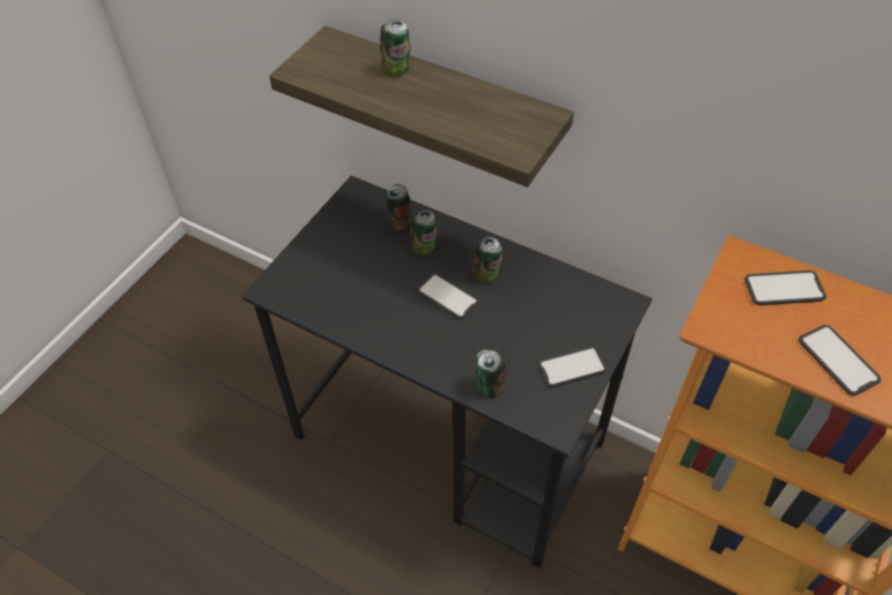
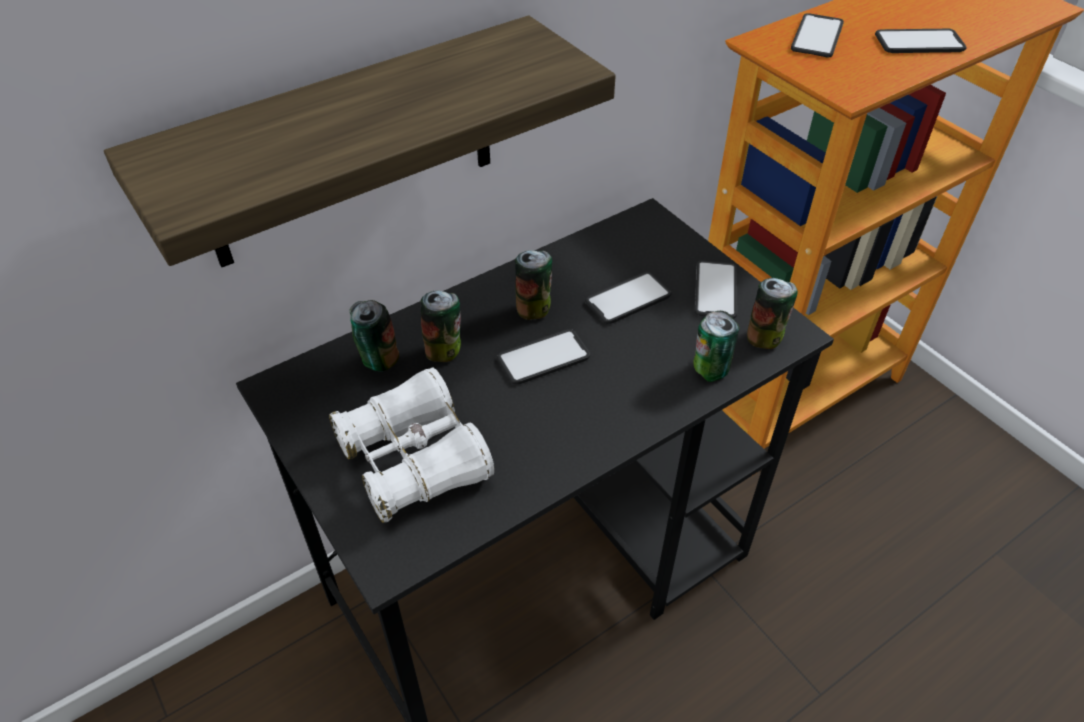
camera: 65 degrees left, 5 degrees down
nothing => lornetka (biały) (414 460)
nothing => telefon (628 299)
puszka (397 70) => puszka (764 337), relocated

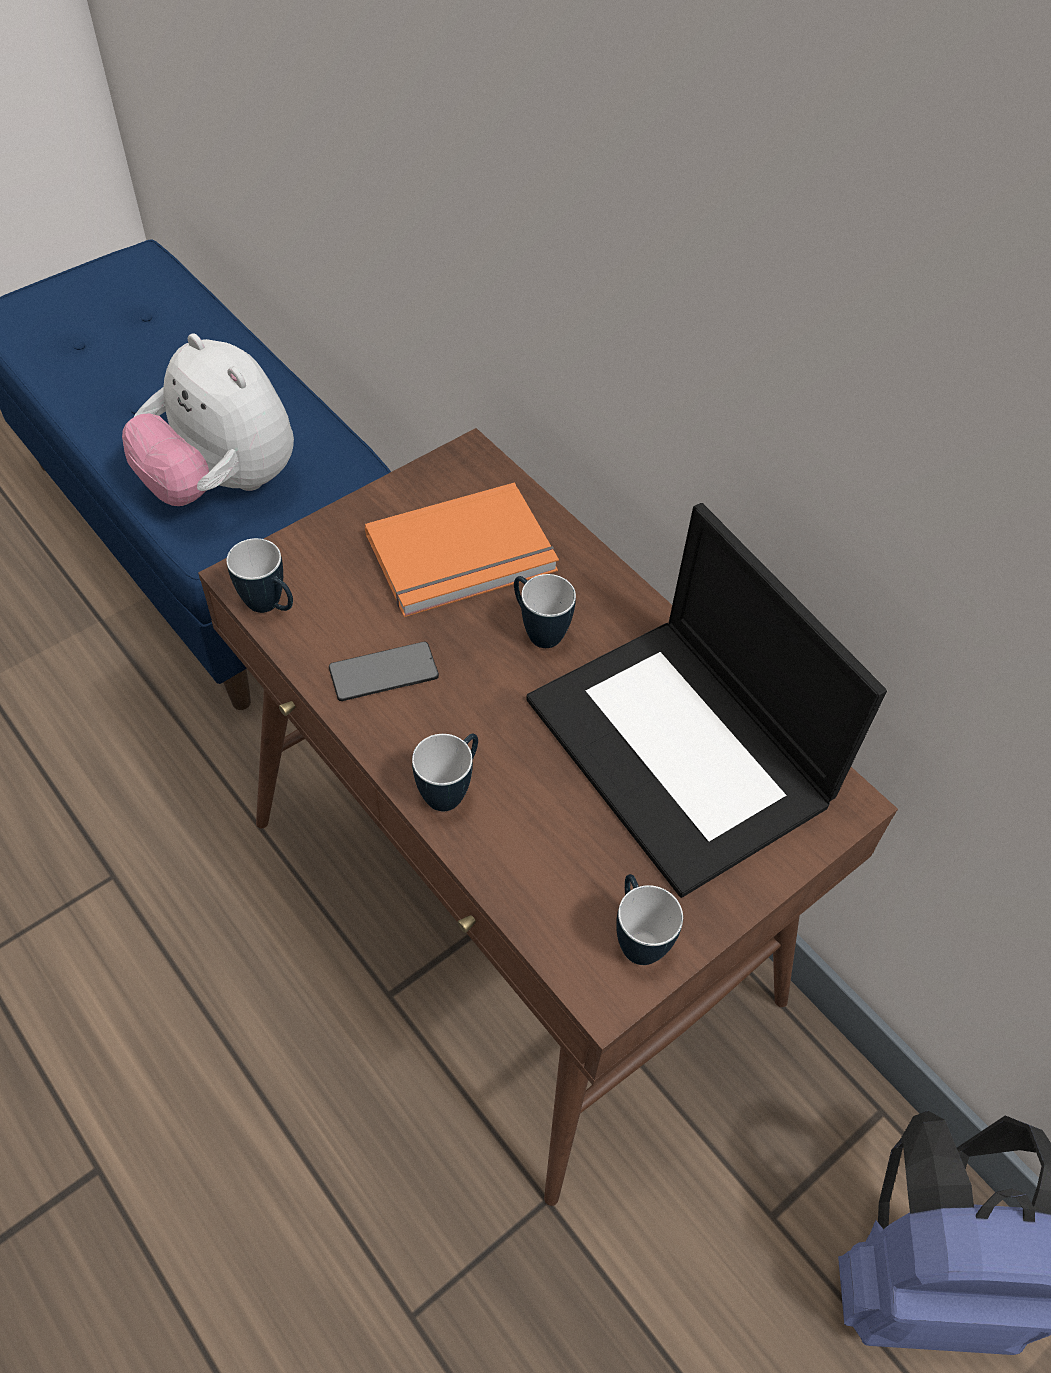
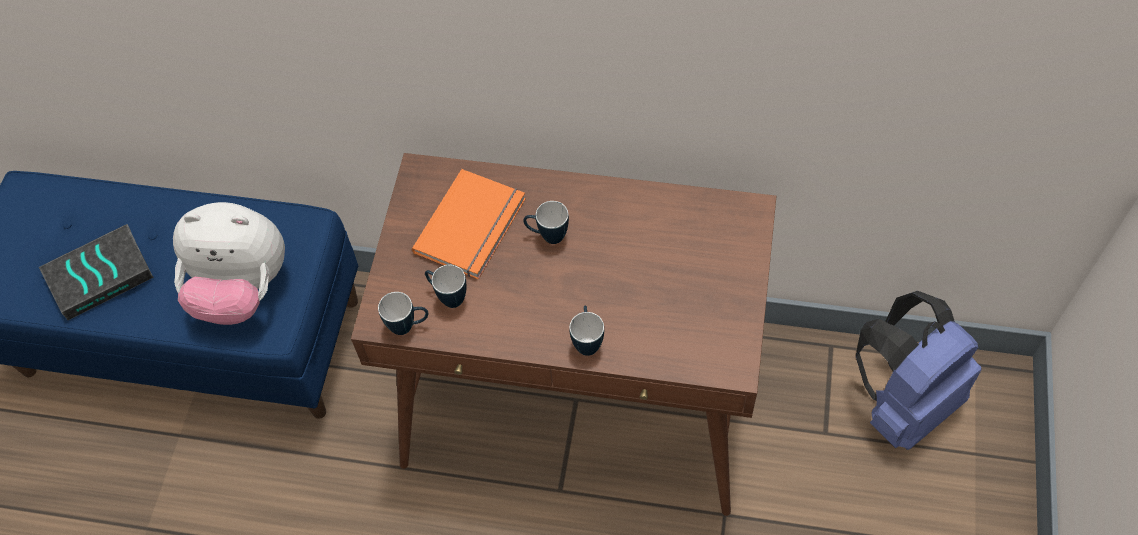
camera: 35 degrees left, 5 degrees up
nothing => książka (101 274)
kubek (636 937) => kubek (447 297), relocated
telefon (384 673) => nothing
laptop (682 752) => nothing

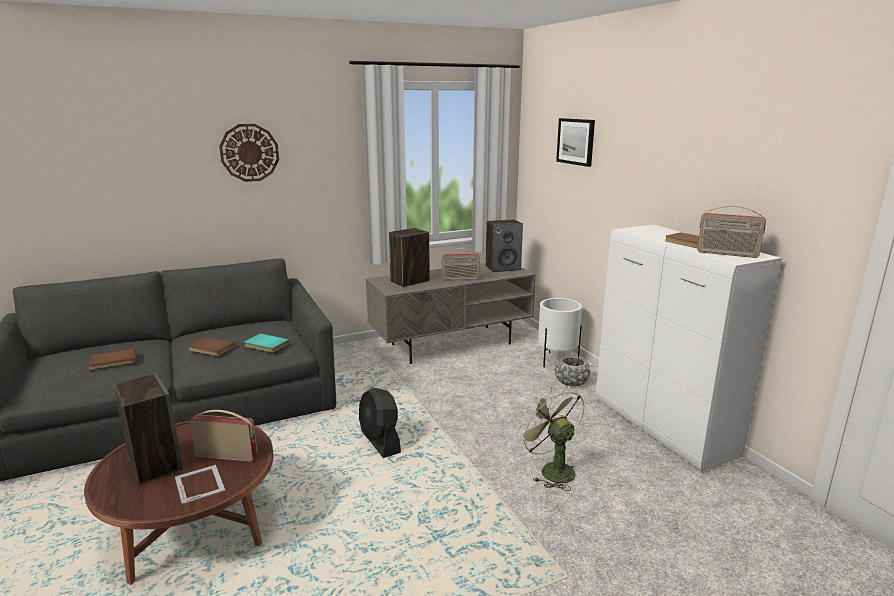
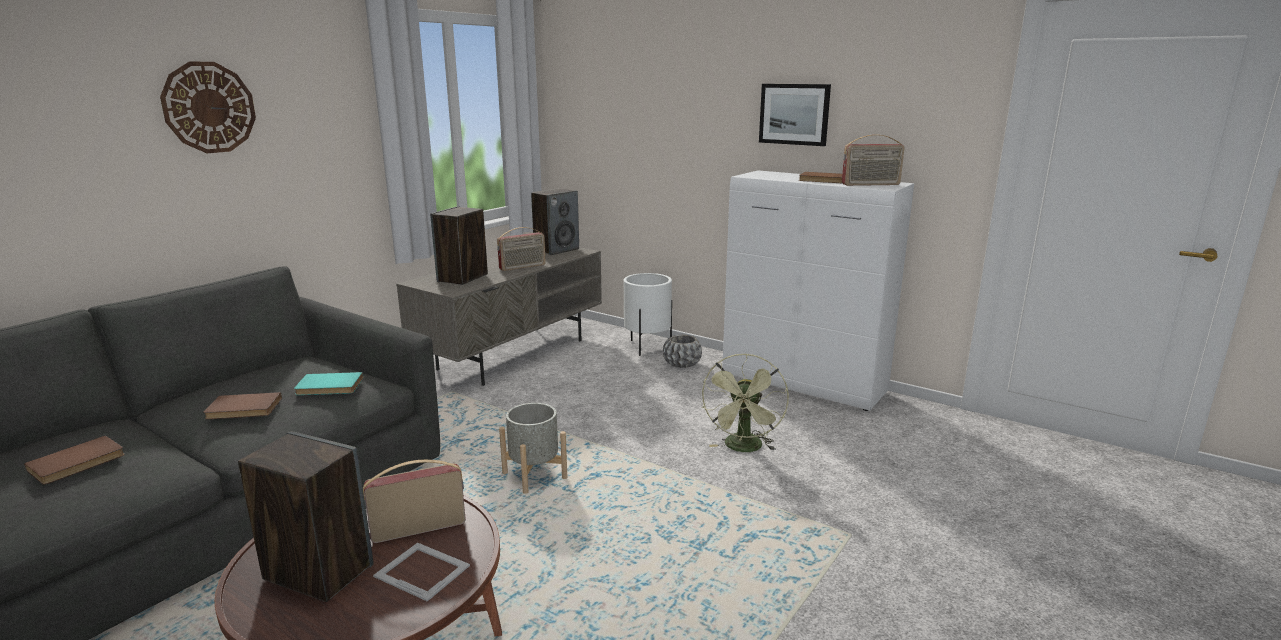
camera: 30 degrees left, 0 degrees up
wentylator (czarny) (380 442) => donica (szary) (534 476)
wentylator (zielony) (551 469) => wentylator (zielony) (744 448), 105 degrees counterclockwise
obraz (576 141) => obraz (794 114), relocated

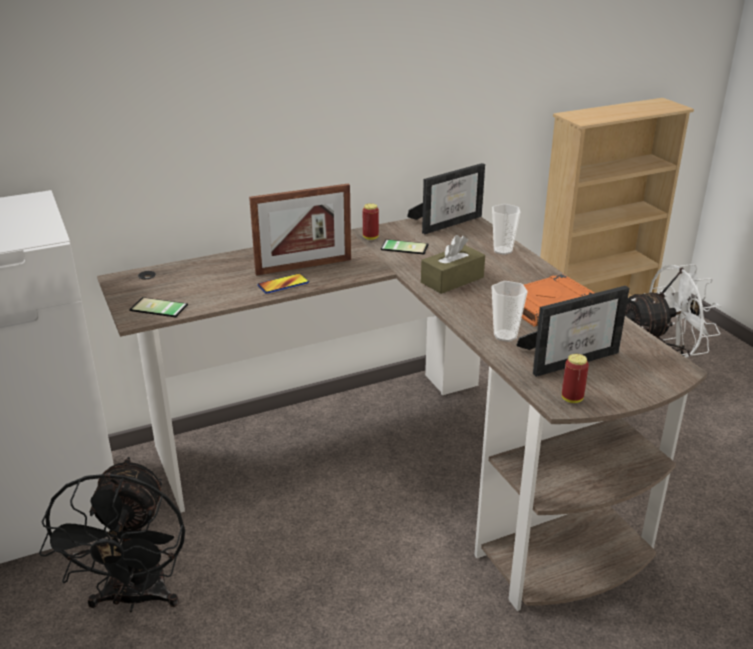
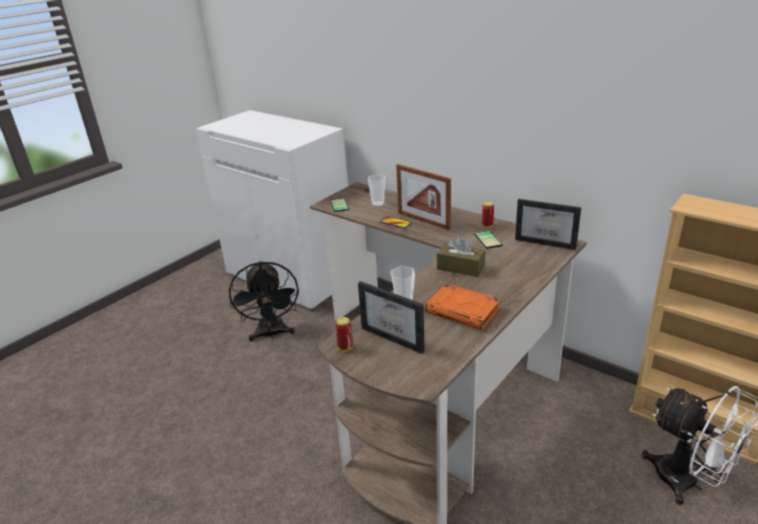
camera: 65 degrees right, 0 degrees up
wentylator (czarny) (135 599) => wentylator (czarny) (271 334), 75 degrees counterclockwise
filiżanka (502 250) => filiżanka (378 204), relocated

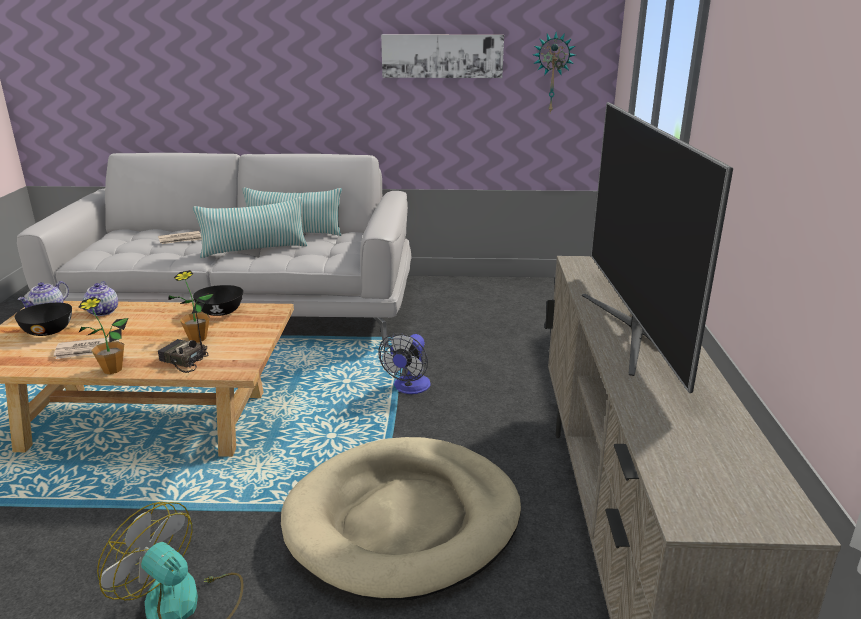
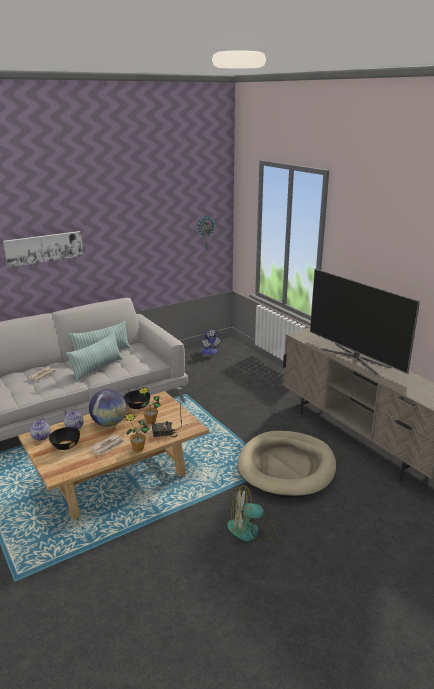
camera: 35 degrees left, 0 degrees up
obraz (442 56) => obraz (44 248), relocated
nothing => globus (109 423)
wentylator (409 388) => wentylator (210 352), relocated

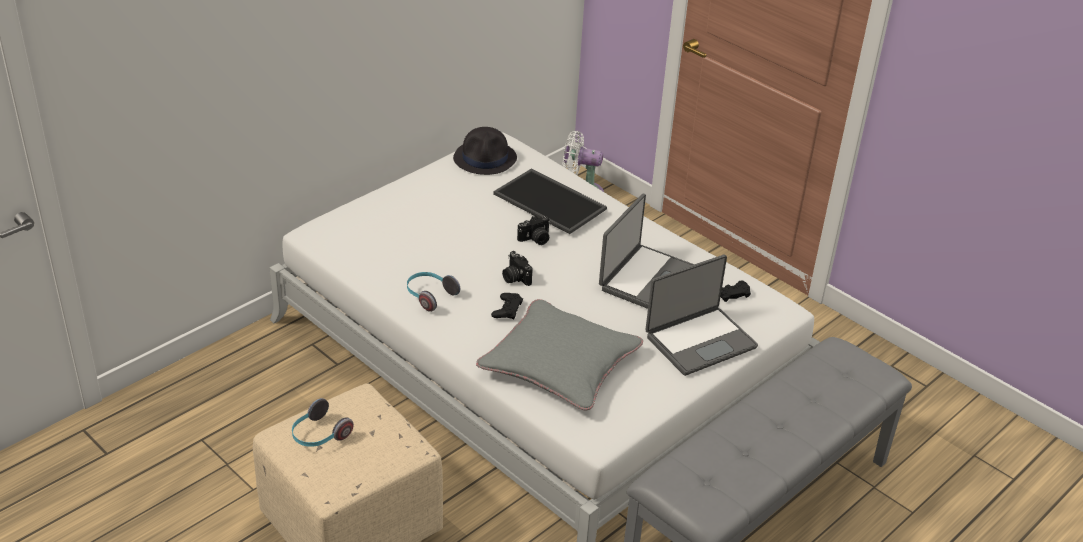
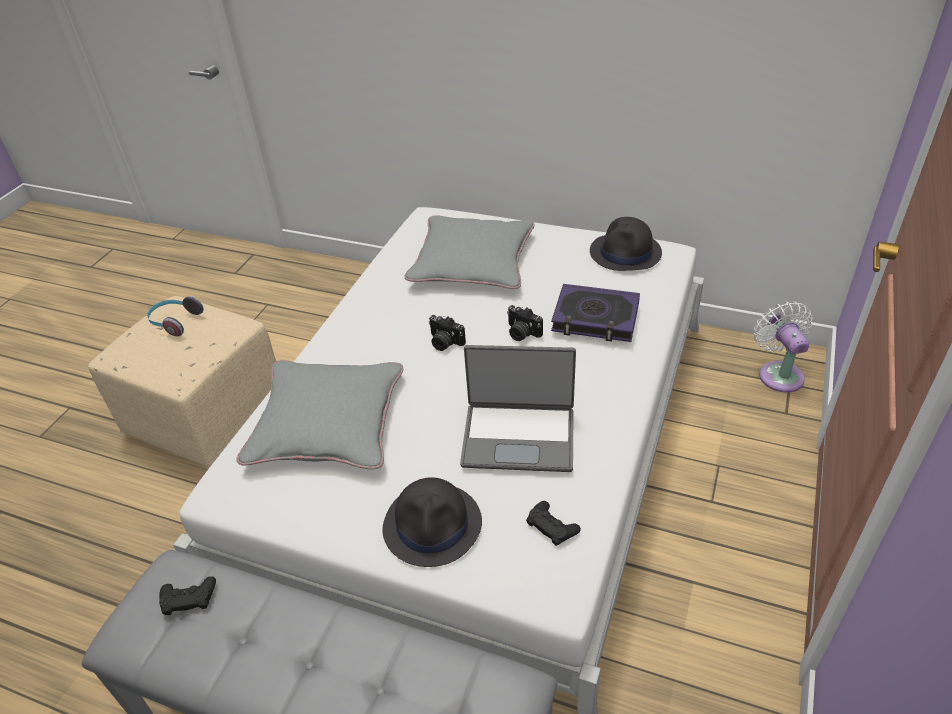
camera: 70 degrees right, 5 degrees up
pad do gier (czarny) (507 309) => pad do gier (czarny) (188 598), relocated
laptop (699 341) => kapelusz (czarny) (433 525)
nothing => poduszka (szary) (472 261)
aparat fotograficzny (515 278) => aparat fotograficzny (444 342), 90 degrees counterclockwise
taca (551 201) => książka (595 318)
słuchawki (429 296) => nothing

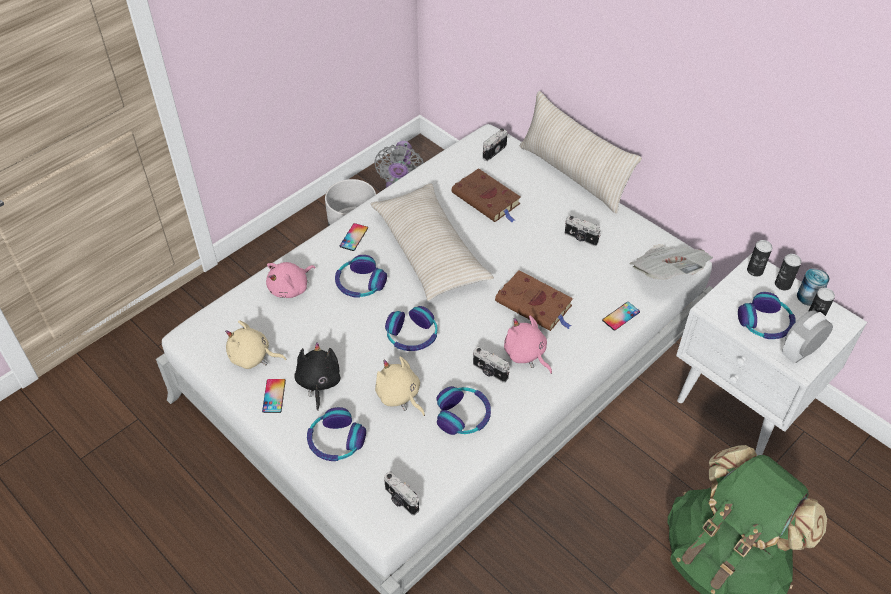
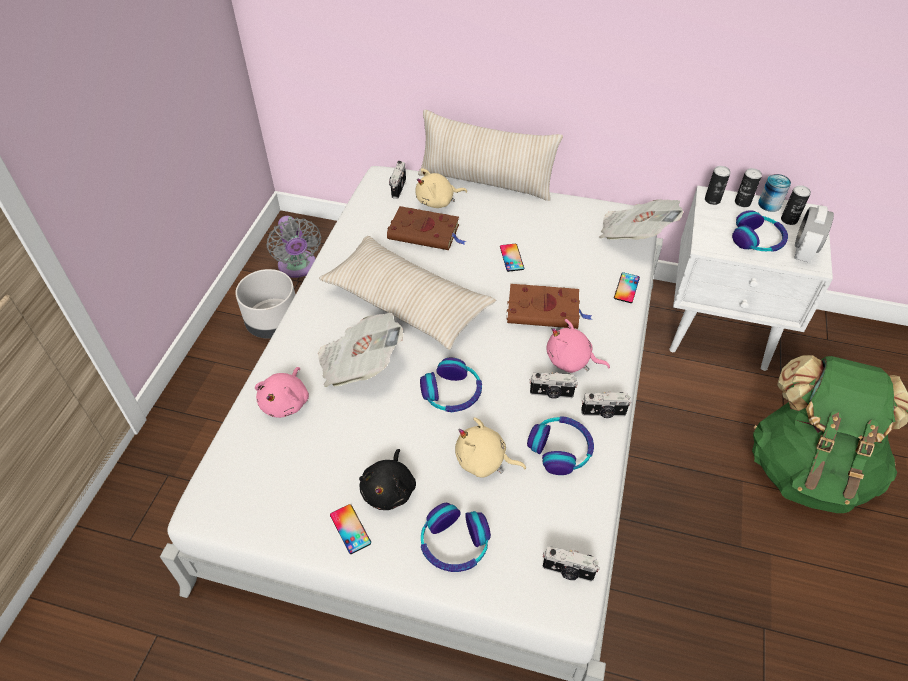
camera: 30 degrees left, 0 degrees up
słuchawki (360 283) => gazeta (359 364)
pluszak (czarny) (318 383) => pluszak (czarny) (389 489), 135 degrees counterclockwise
pluszak (beżowy) (252 357) => pluszak (beżowy) (437 201), relocated
telefon (354 237) => telefon (511 257), relocated
aparat fotograficzny (580 238) => aparat fotograficzny (603 413), relocated

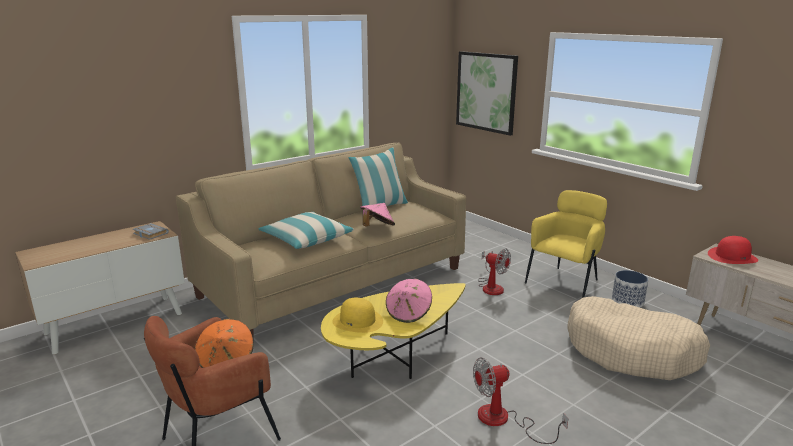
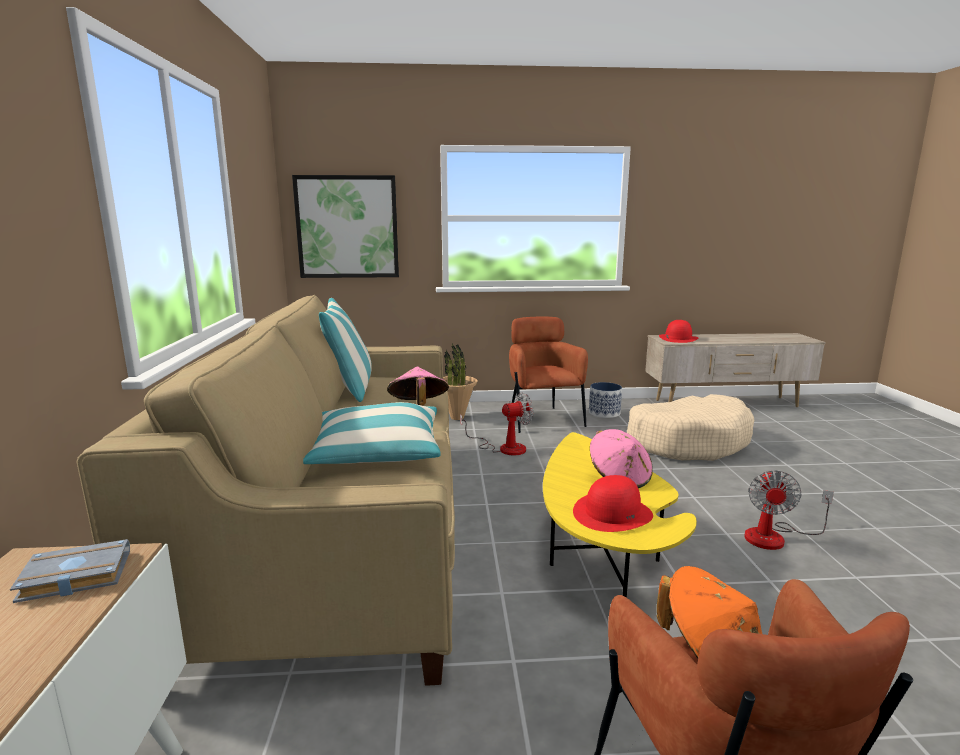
camera: 55 degrees left, 5 degrees down
nothing => roślina doniczkowa (457 418)
fotel (żółty) (565 283) => fotel (brązowy) (542 419)
kapelusz (żółty) (358 321) => kapelusz (czerwony) (612 513)

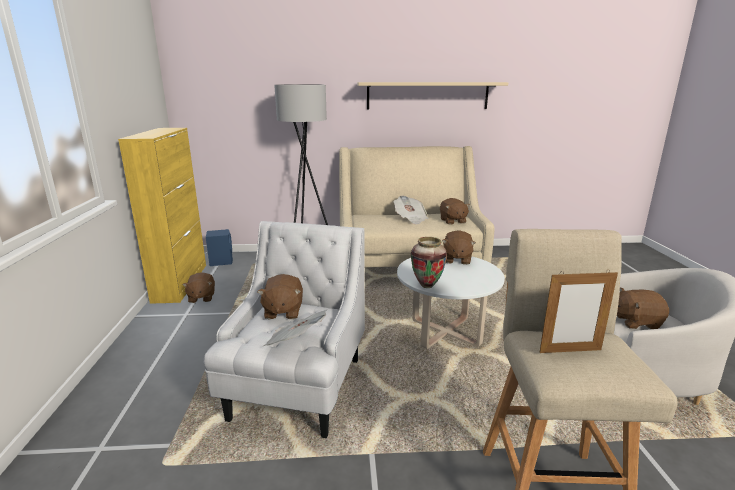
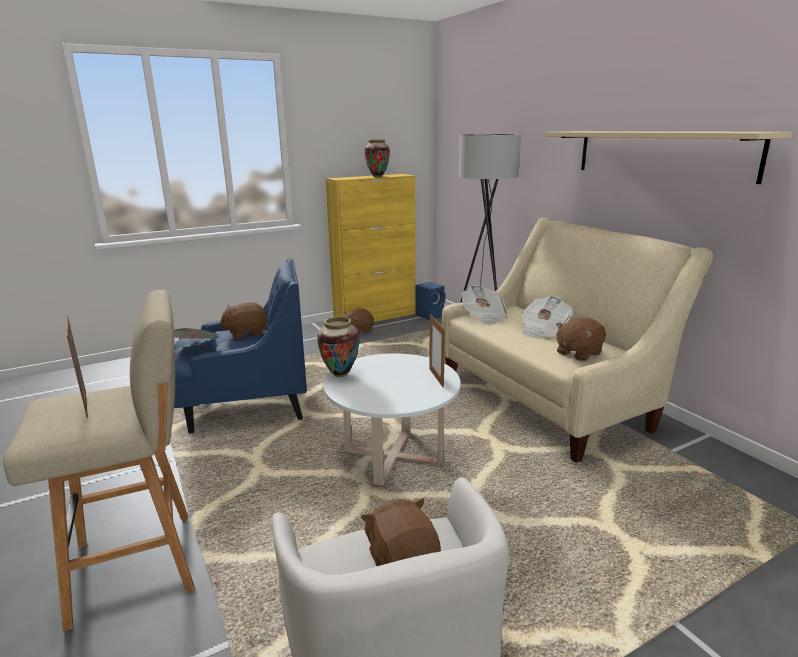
camera: 65 degrees right, 0 degrees up
fotel (biały) (297 390) => fotel (niebieski) (246 406)
nothing => wazon (378 176)
pluszak (brązowy) (456 259) => ramka na zdjęcie (436 378)
nothing => gazeta (484 317)

